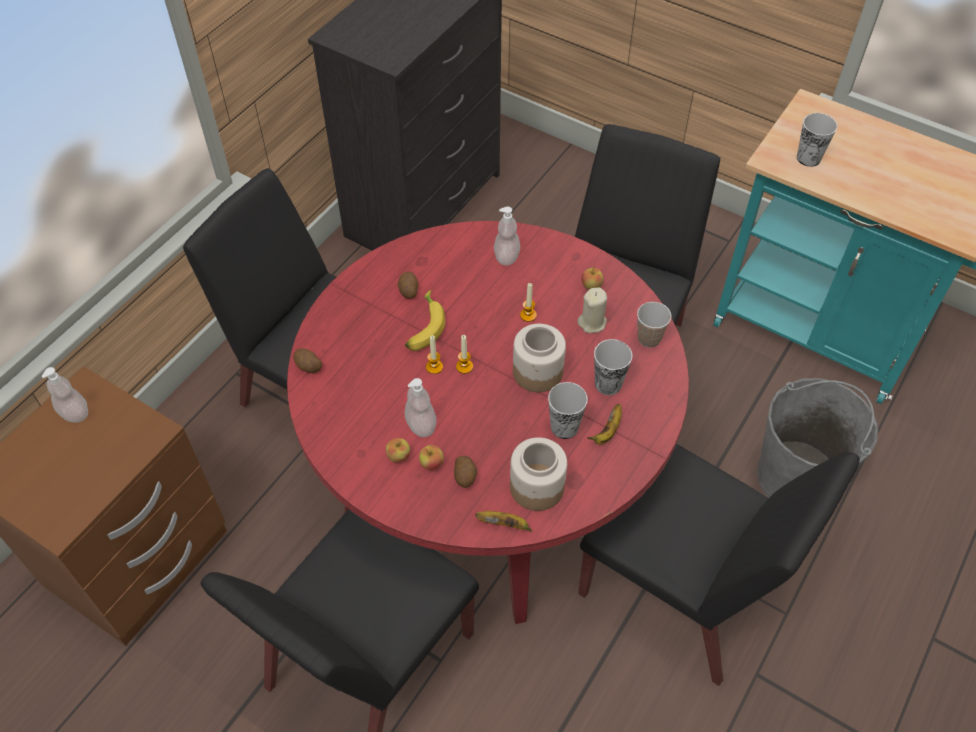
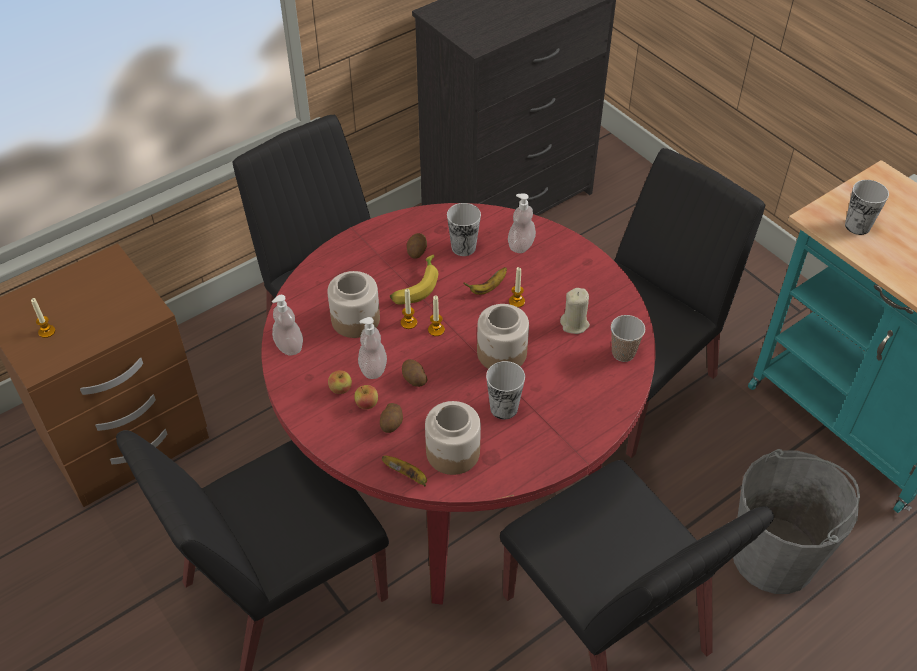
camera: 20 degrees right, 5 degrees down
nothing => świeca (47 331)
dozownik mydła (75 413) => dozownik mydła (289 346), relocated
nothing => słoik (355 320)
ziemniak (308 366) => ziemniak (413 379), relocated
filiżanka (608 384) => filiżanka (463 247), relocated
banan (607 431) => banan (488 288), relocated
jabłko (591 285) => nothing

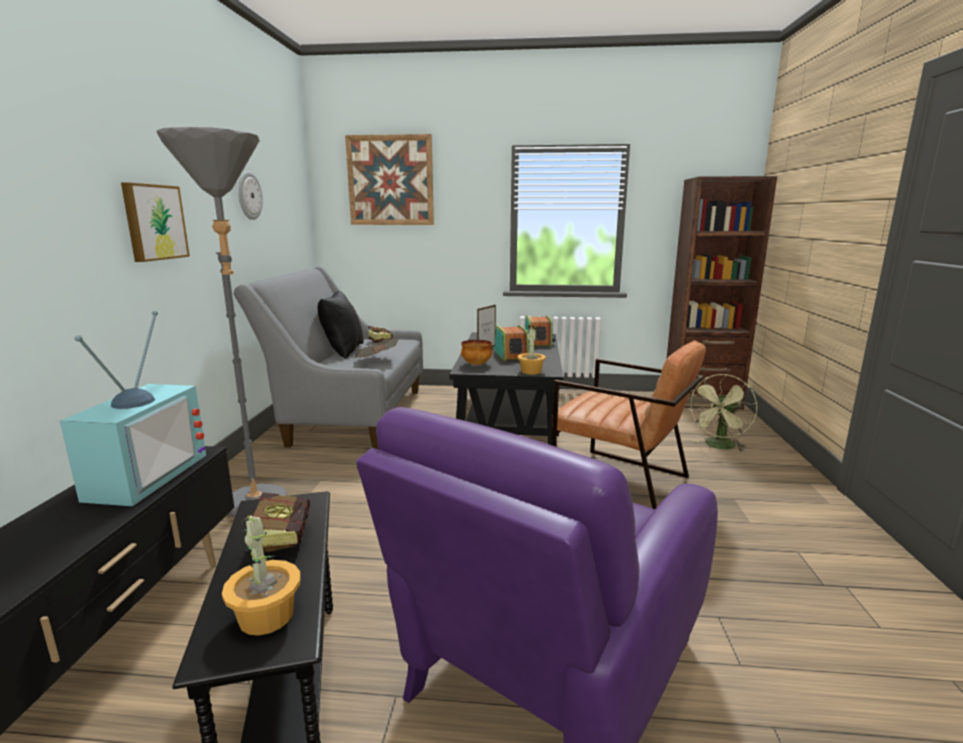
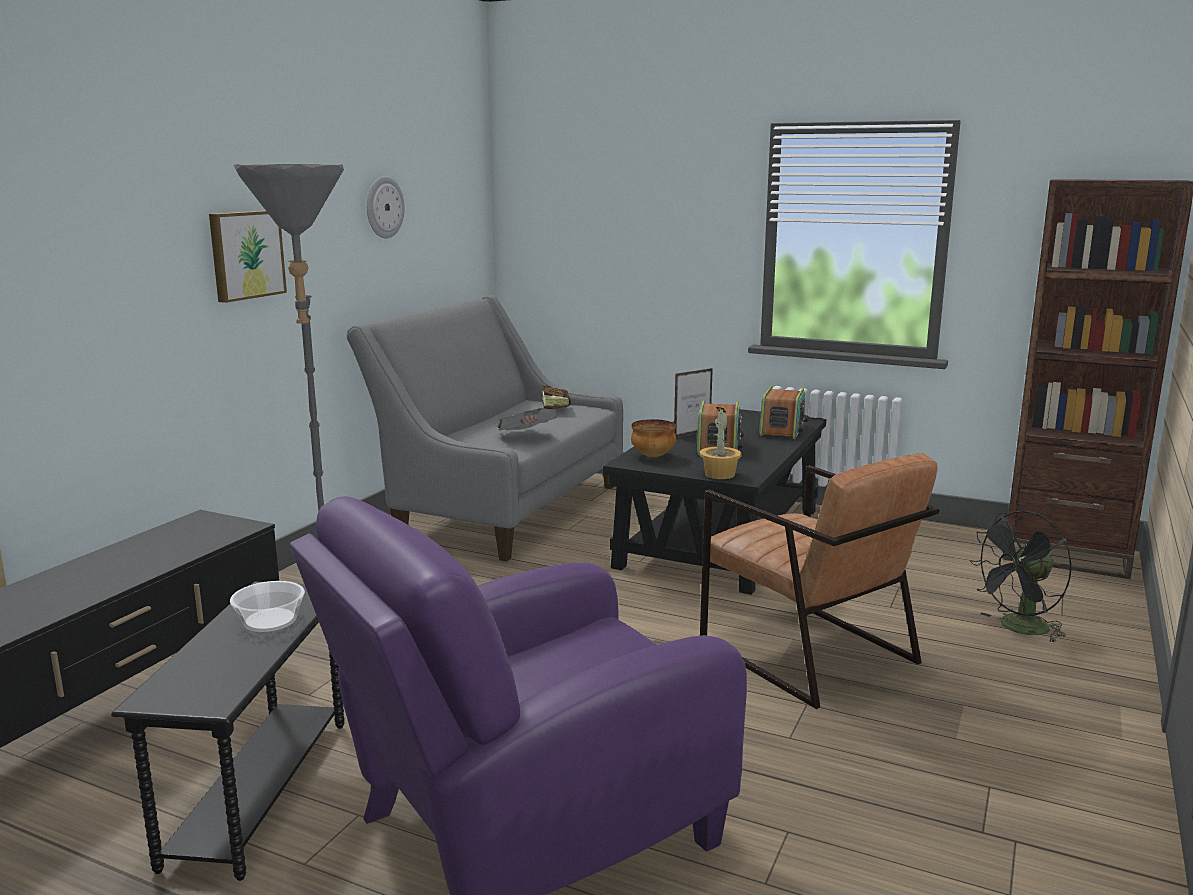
camera: 20 degrees right, 0 degrees up
książka (284 536) => miska (269 620)
wentylator (zielony) (719 446) => wentylator (czarny) (1018 629)
telewizor (143 475) => nothing
roślina doniczkowa (267 616) => nothing
poduszka (czarny) (343 351) => nothing
obraz (390 180) => nothing

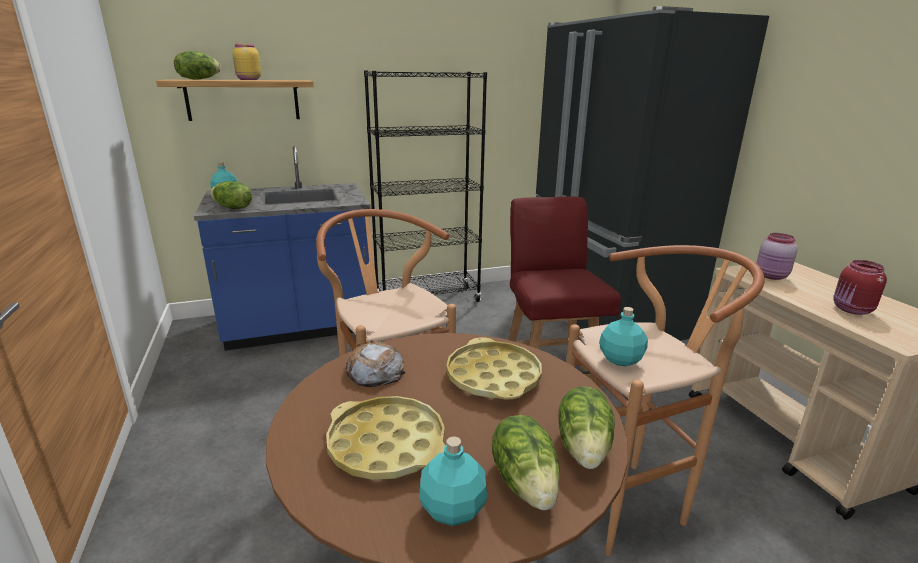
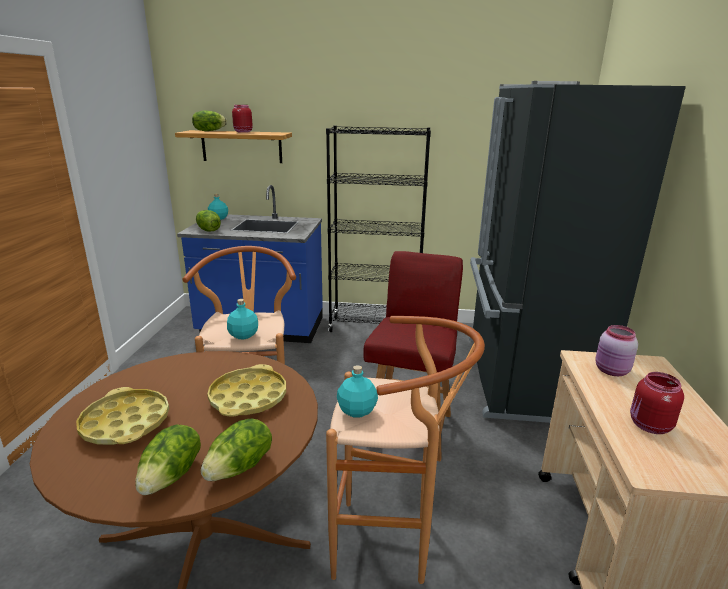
camera: 25 degrees right, 0 degrees up
butelka (turkusowy) (453 509) => butelka (turkusowy) (244 335), relocated
słoik (żółty) (248 79) => słoik (czerwony) (242 132)
chleb (374 371) => nothing

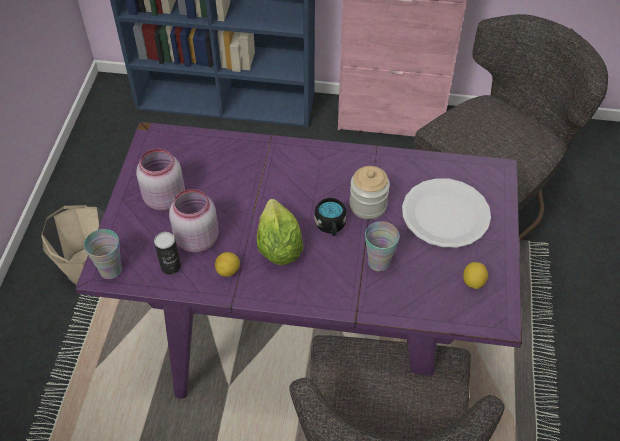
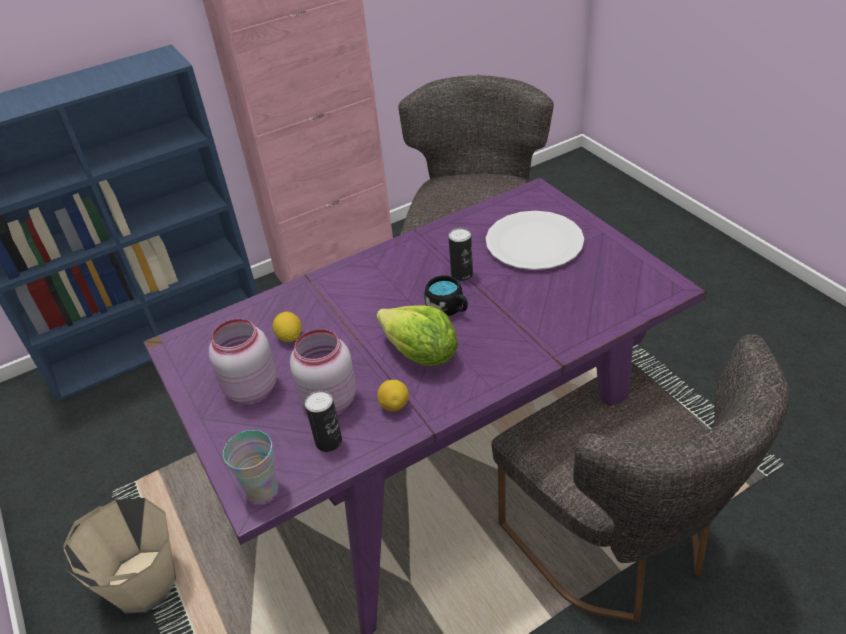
camera: 35 degrees left, 10 degrees down
cytryna (473 282) => cytryna (290 337), relocated
słoik (368 205) => puszka (462 274)
filiżanka (379 262) => nothing

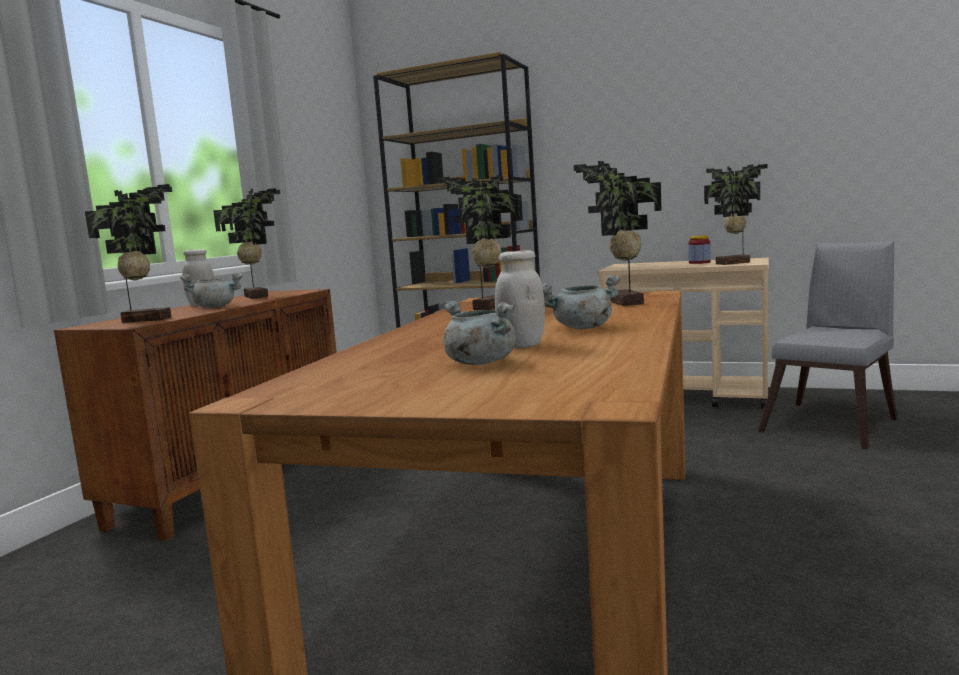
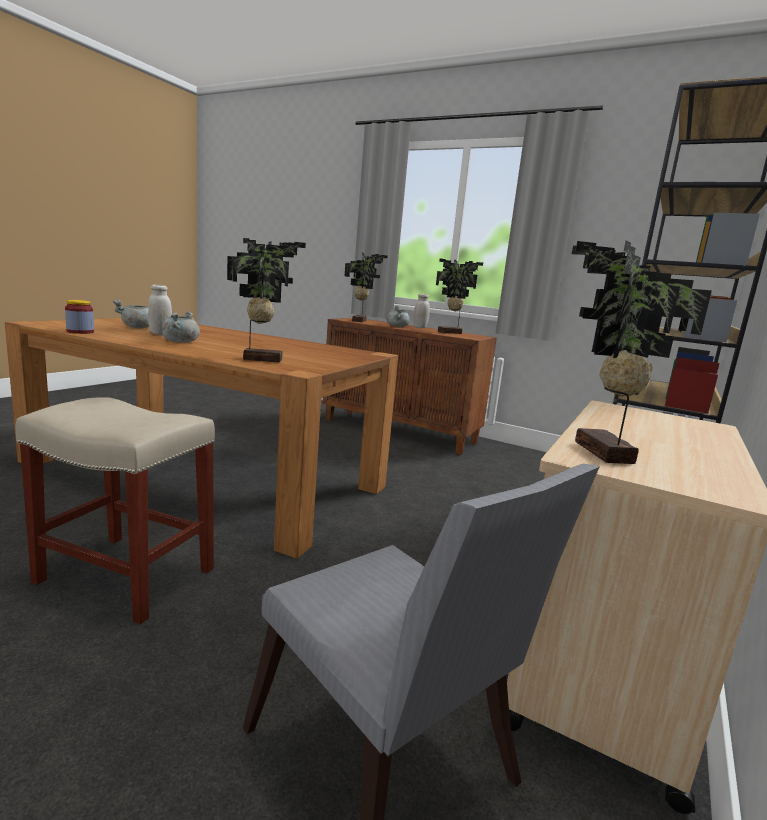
camera: 95 degrees right, 5 degrees up
nothing => stołek (beżowy) (124 575)
słoik (699 262) => słoik (80 332), relocated
roślina doniczkowa (489 307) => nothing

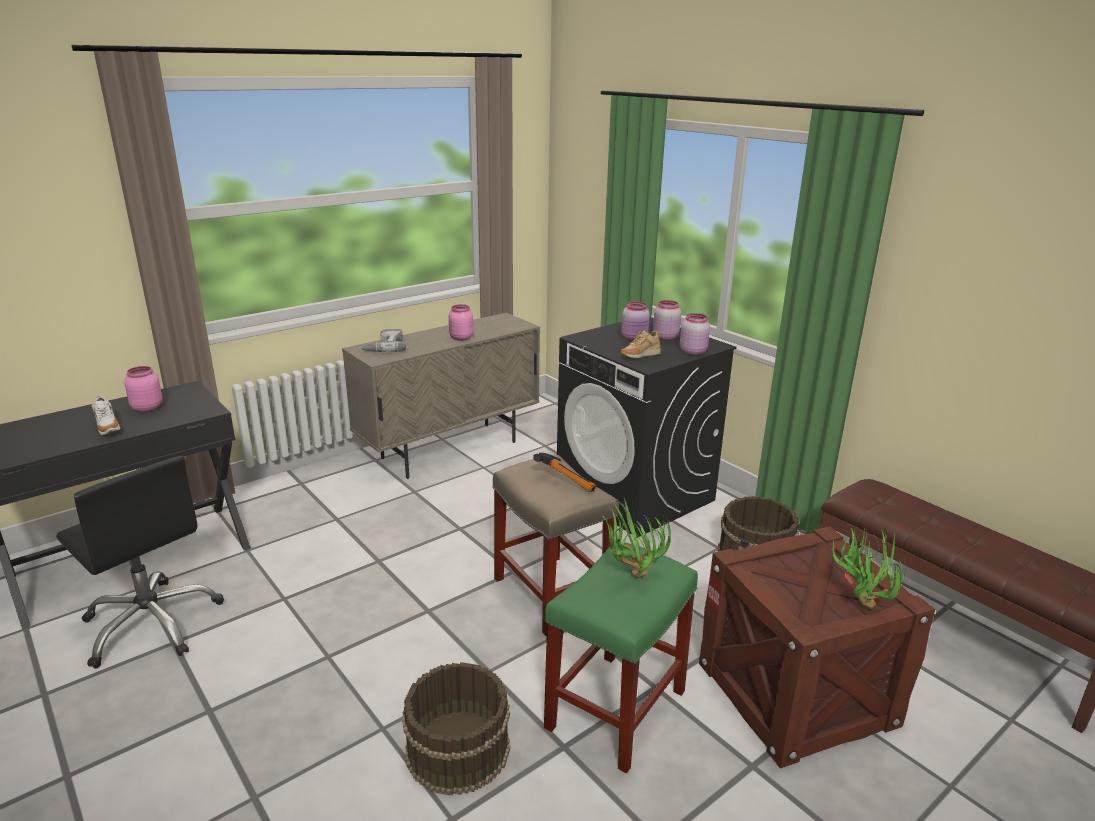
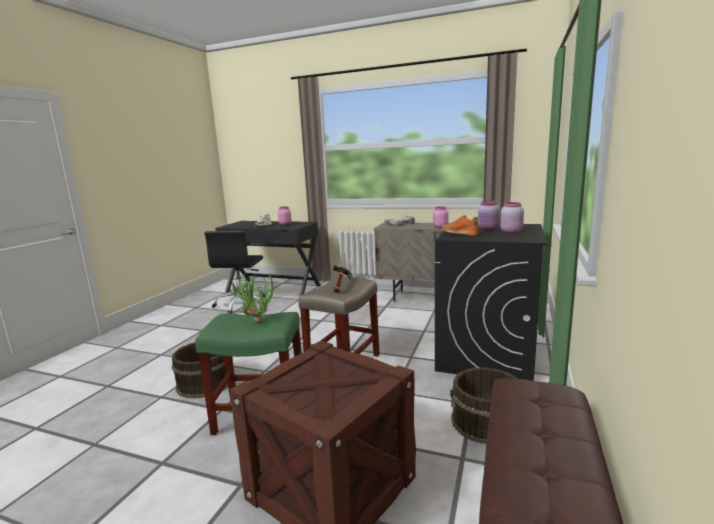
camera: 60 degrees right, 10 degrees down
but (beżowy) (639 357) => but (pomarańczowy) (459 234)
słoik (różowy) (693 352) => nothing
roślina doniczkowa (859 601) => nothing

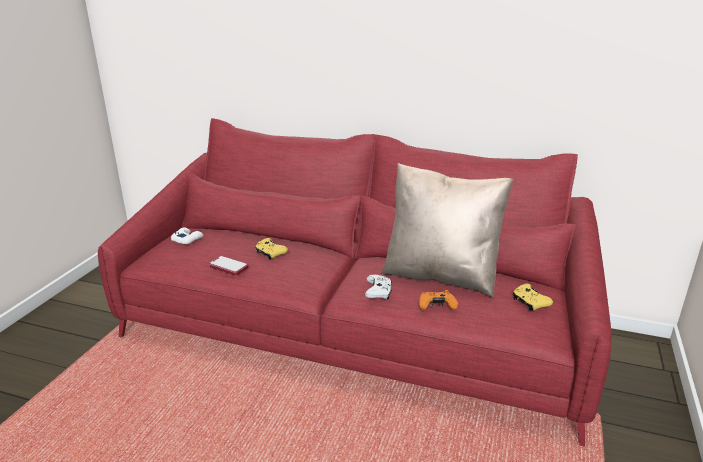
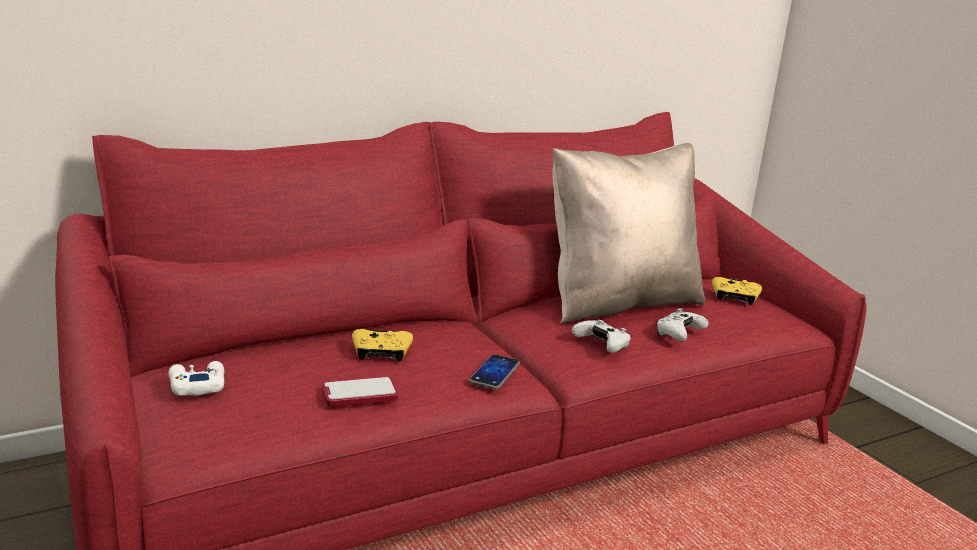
camera: 50 degrees left, 5 degrees down
nothing => telefon (494 373)
pad do gier (pomarańczowy) (436 306) => pad do gier (biały) (678 334)

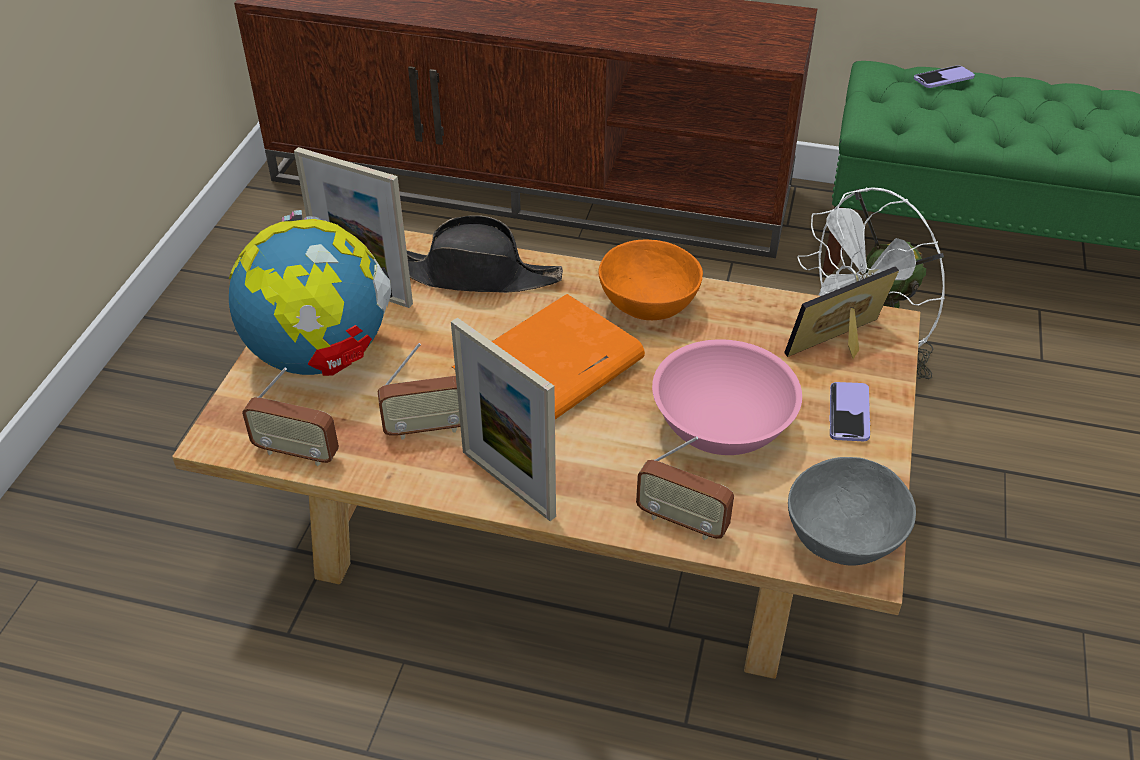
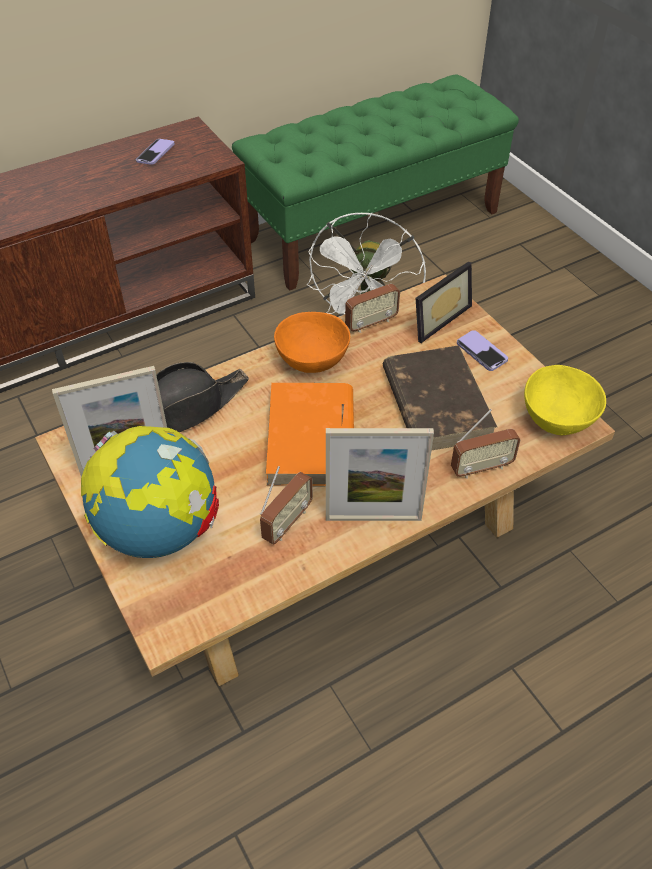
camera: 45 degrees left, 5 degrees up
telefon (943 79) => telefon (155 153), relocated
radio (297 452) => radio (371 323), relocated
miska (różowy) (723 427) => książka (brązowy) (435 402)
ramka na zdjęcie (843 347) => ramka na zdjęcie (435 317), 150 degrees counterclockwise
miska (szary) (845 539) => miska (żółty) (558 418)

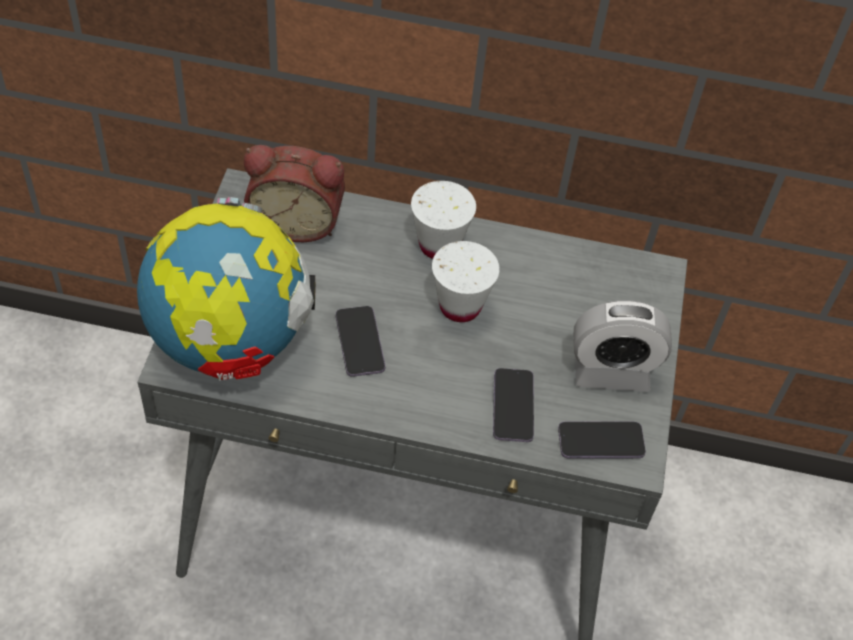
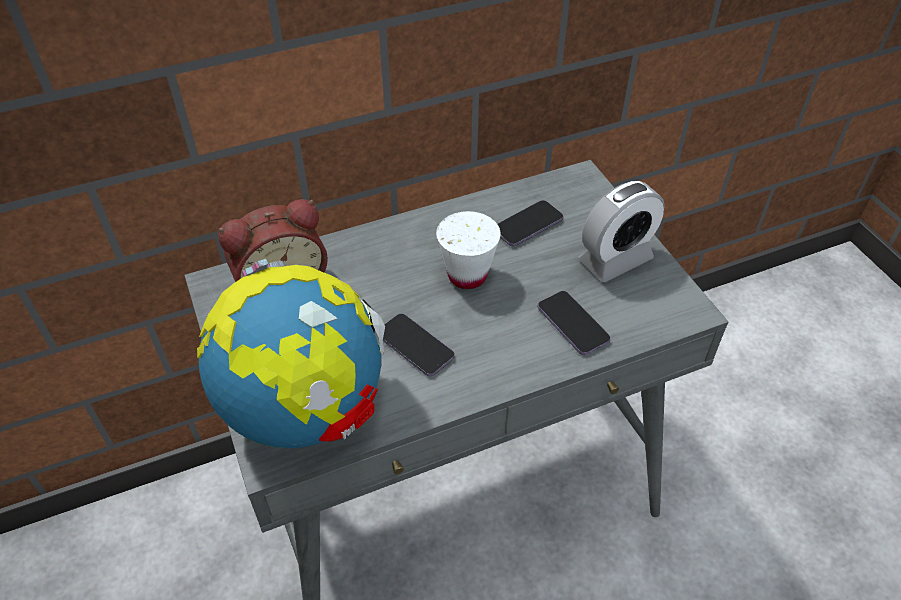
camera: 30 degrees left, 5 degrees down
telefon (600 442) => telefon (528 225), relocated
filiżanka (biały) (439 245) => nothing

